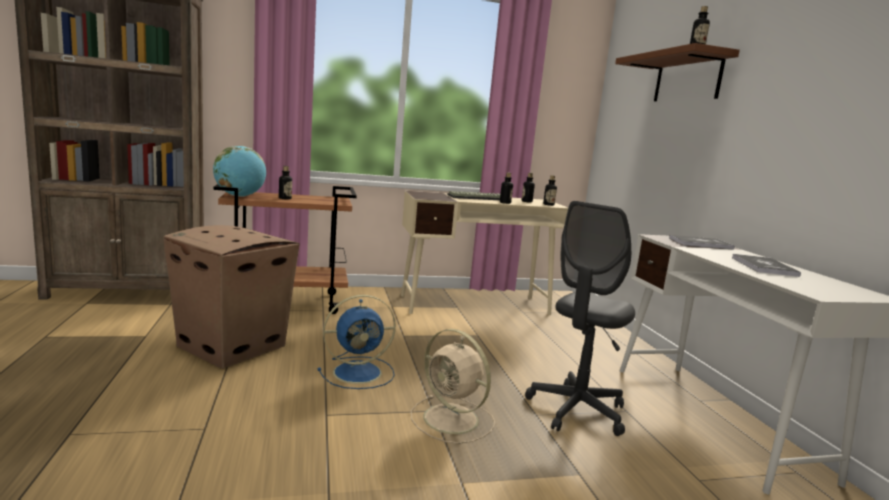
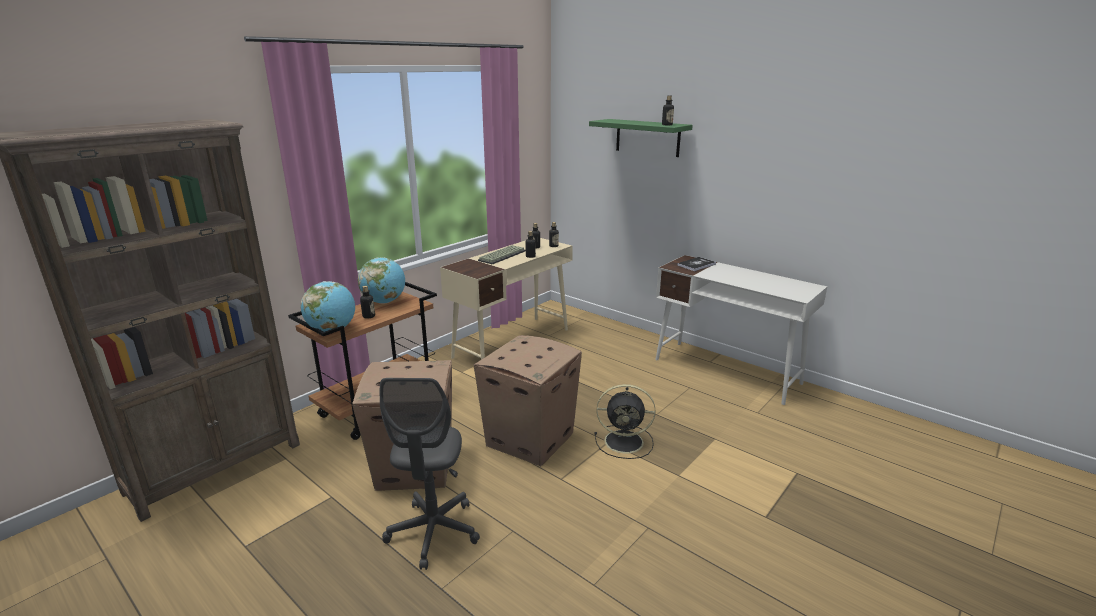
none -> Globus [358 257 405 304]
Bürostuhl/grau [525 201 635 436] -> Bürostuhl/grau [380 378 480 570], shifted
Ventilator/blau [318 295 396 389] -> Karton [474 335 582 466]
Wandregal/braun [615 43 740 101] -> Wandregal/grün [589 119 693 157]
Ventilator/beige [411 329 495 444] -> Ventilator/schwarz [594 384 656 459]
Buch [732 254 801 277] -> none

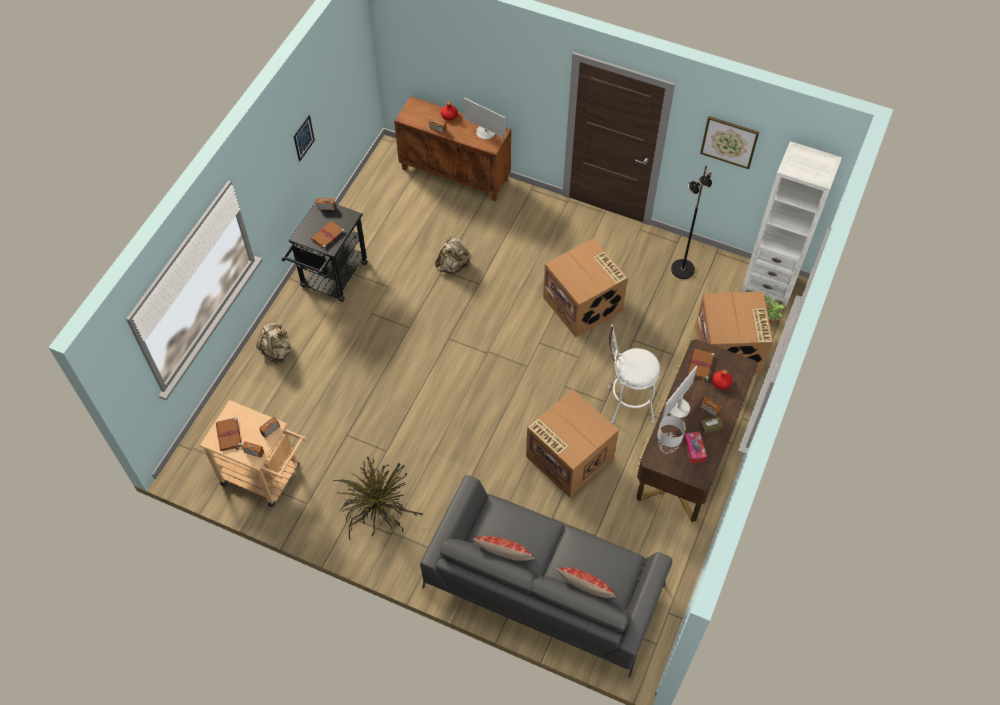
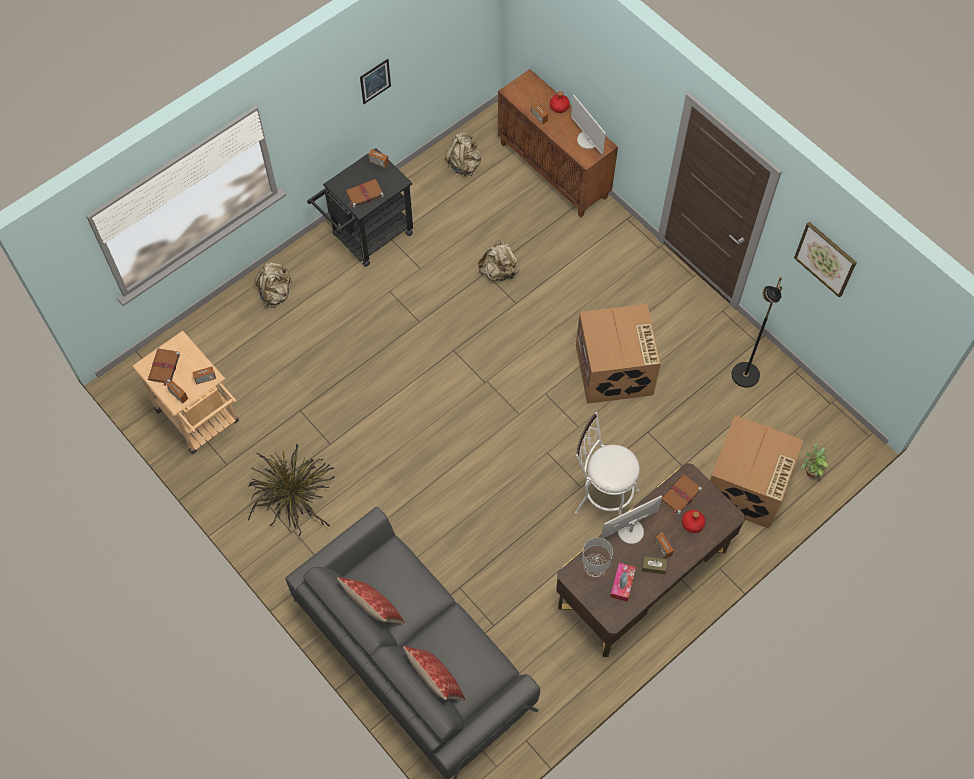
none -> Rucksack/beige [445 133 481 177]
Karton [526 389 619 498] -> none
Bücherregal/weiß [741 141 842 307] -> none

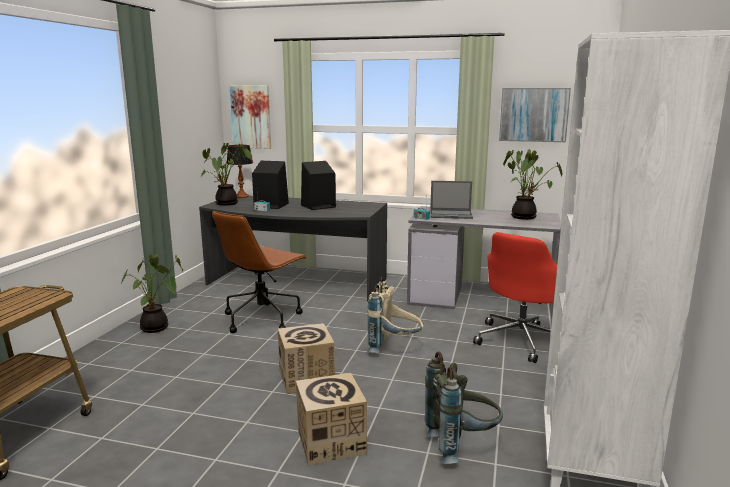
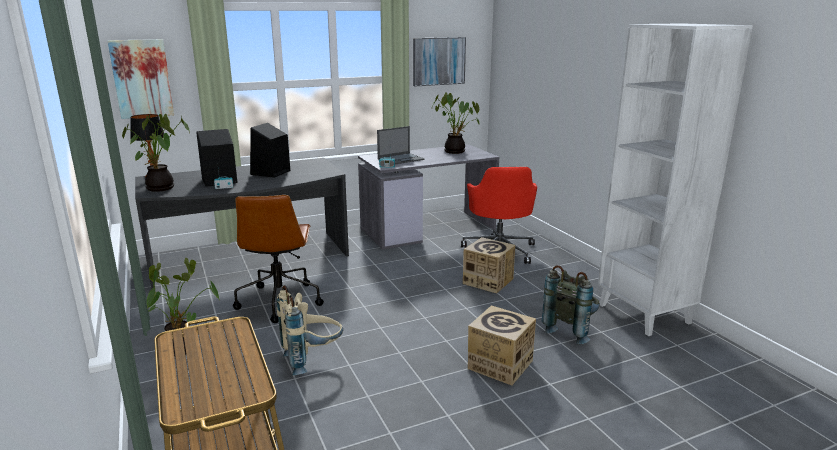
Rucksack/beige [367 277 424 353] -> Rucksack/beige [277 285 343 375], shifted
Karton [278 323 335 394] -> Karton [463 237 515 293], shifted

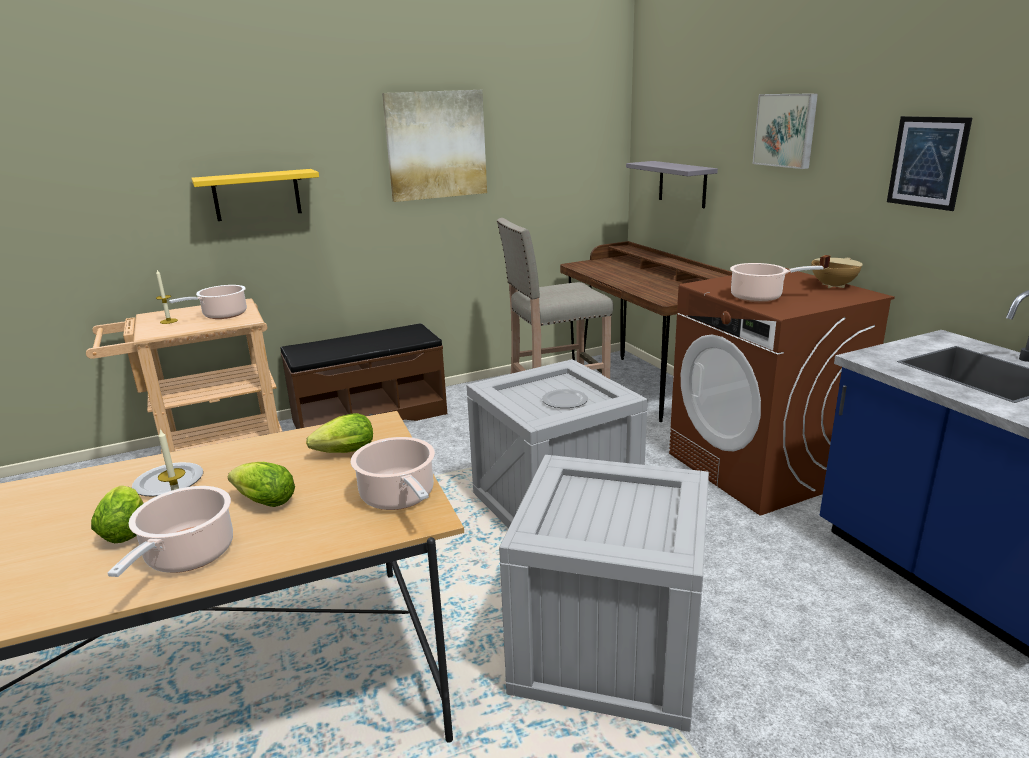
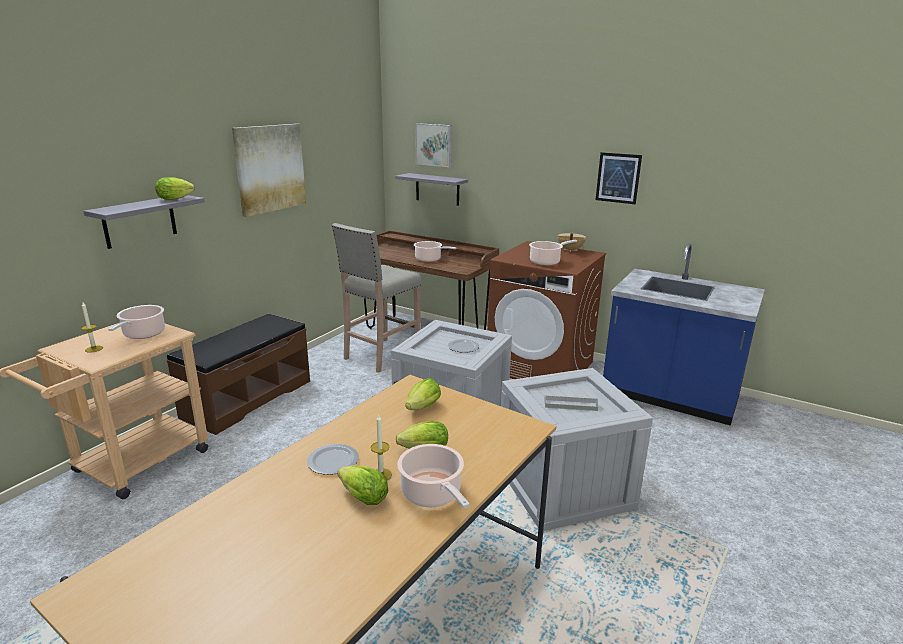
Wandregal/gelb [192 169 319 221] -> Wandregal/grau [83 195 205 249]
none -> Salatkopf [155 177 195 200]
Kochtopf [351 437 435 510] -> Kochtopf [414 241 456 262], shifted
Bild [752 93 818 169] -> Bild [415 123 452 167], shifted
none -> Tablett/grau [544 395 599 411]

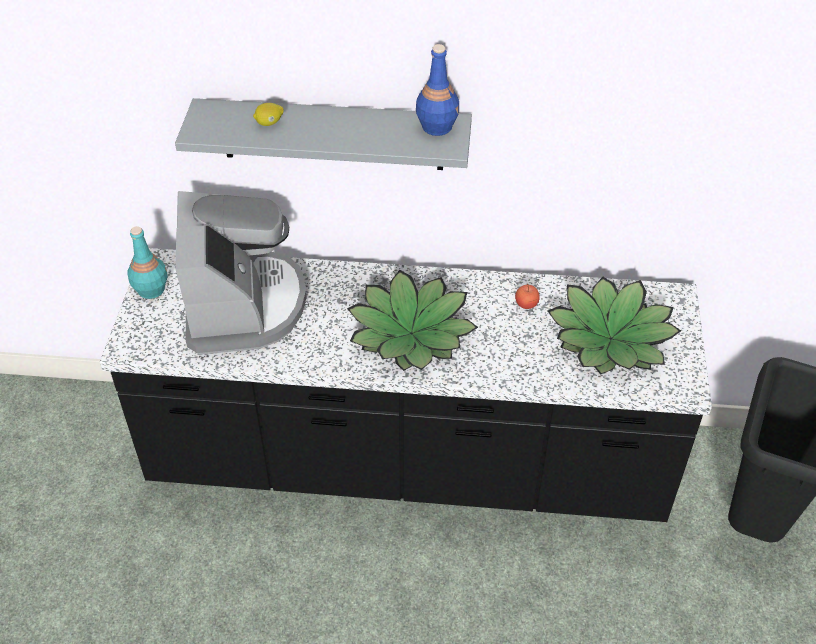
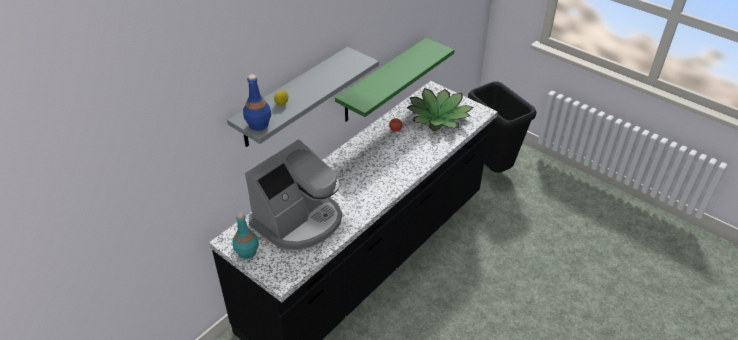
Flasche/blau [416 44 459 136] -> Flasche/blau [243 74 271 131], shifted
Kaffeemaschine [175 191 307 355] -> Kaffeemaschine [245 139 342 250], 105 degrees clockwise
none -> Wandregal/grün [335 38 454 122]
Topfpflanze [347 270 478 371] -> none

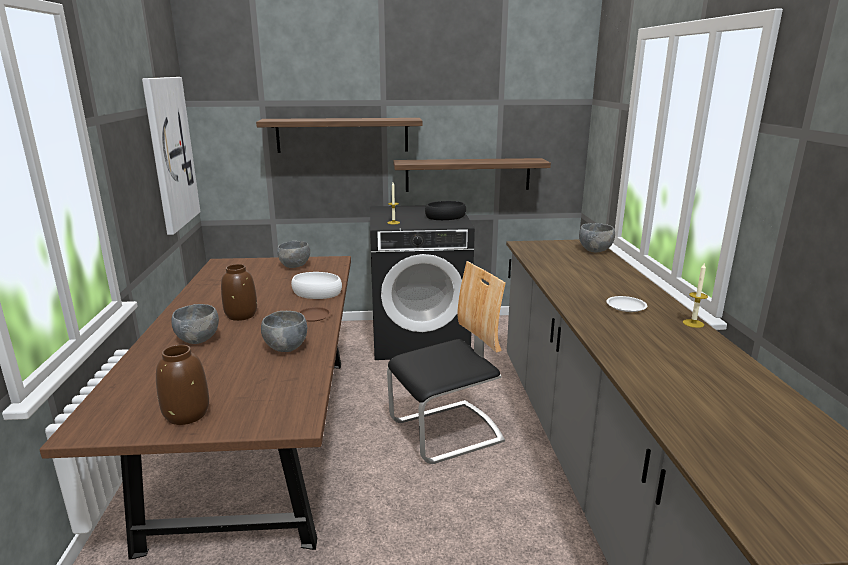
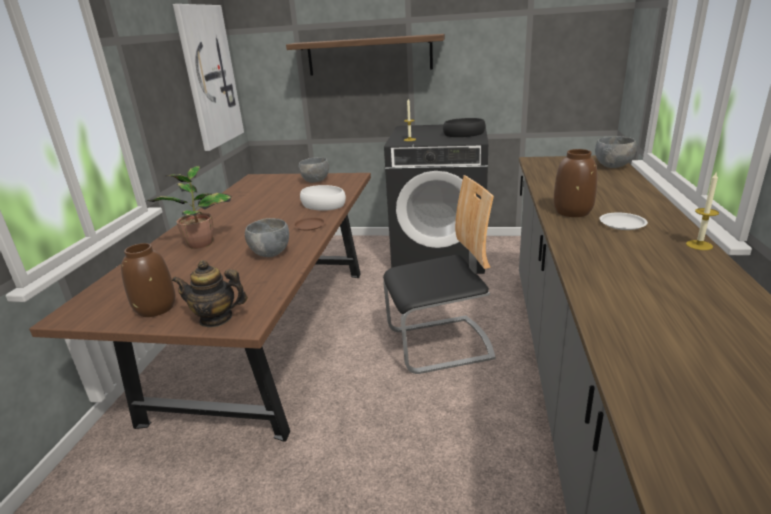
Schüssel/grau [171 304 219 344] -> Topfpflanze [147 166 232 249]
none -> Teekanne [172 260 248 328]
Vase/braun [221 264 257 321] -> Vase/braun [554 149 597 217], shifted
Wandregal [393 158 551 192] -> none

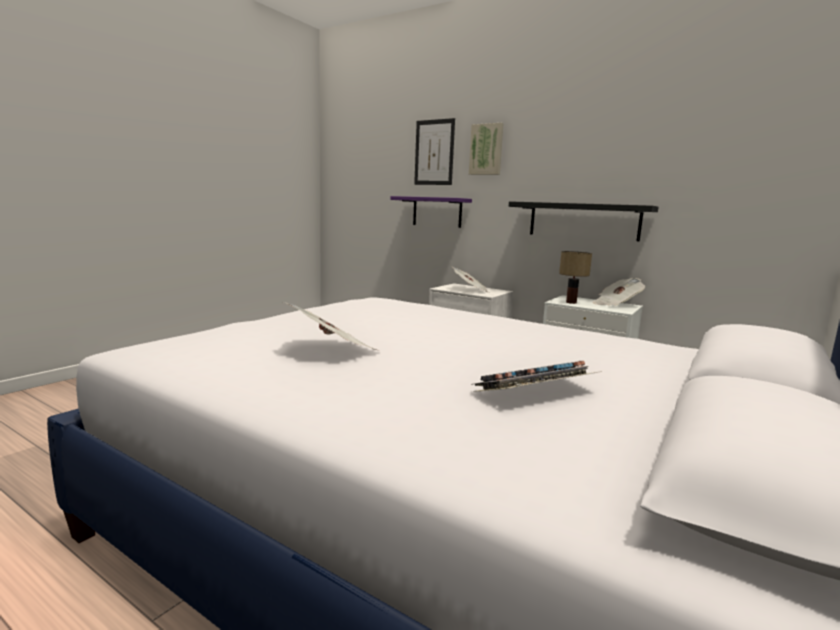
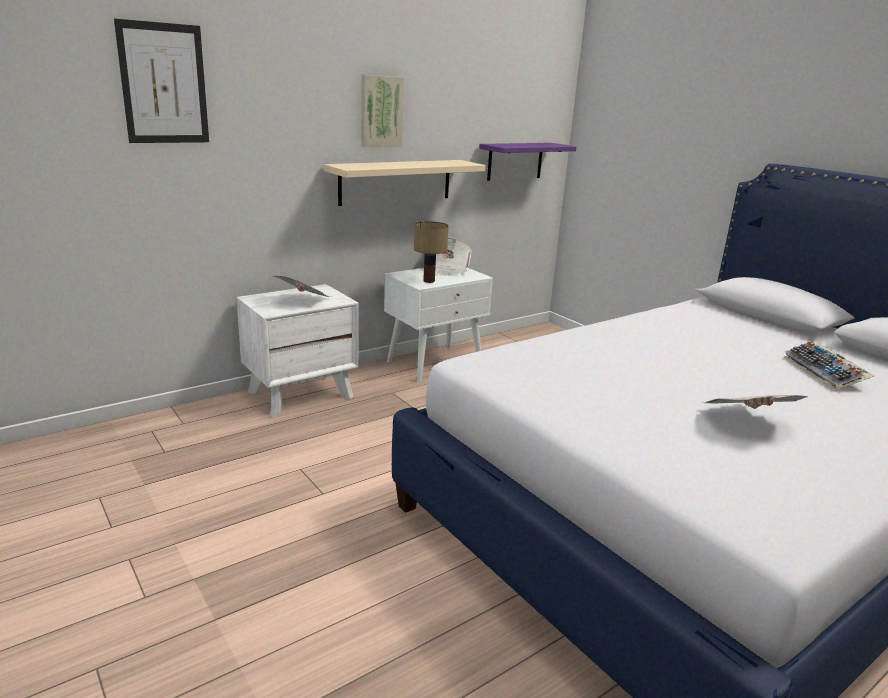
Wandregal/schwarz [509 201 659 241] -> Wandregal/beige [324 160 486 206]
Bild [469 123 504 175] -> Bild [361 75 404 147], shifted
Wandregal/lila [390 196 472 228] -> Wandregal/lila [479 143 576 181], shifted

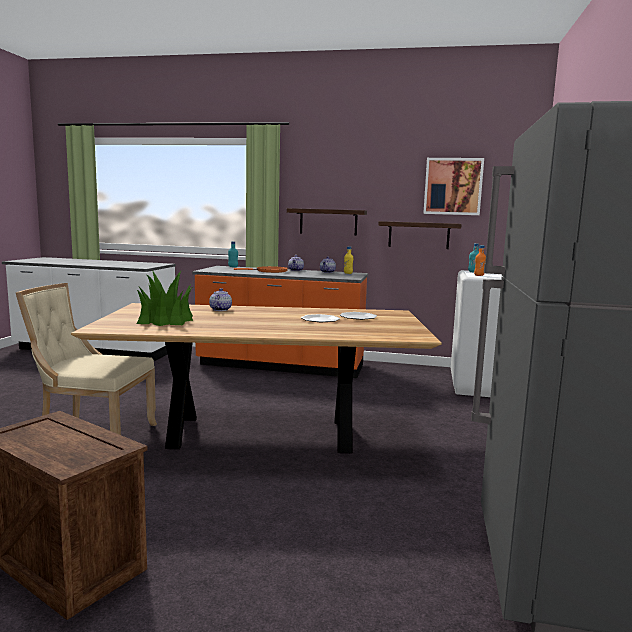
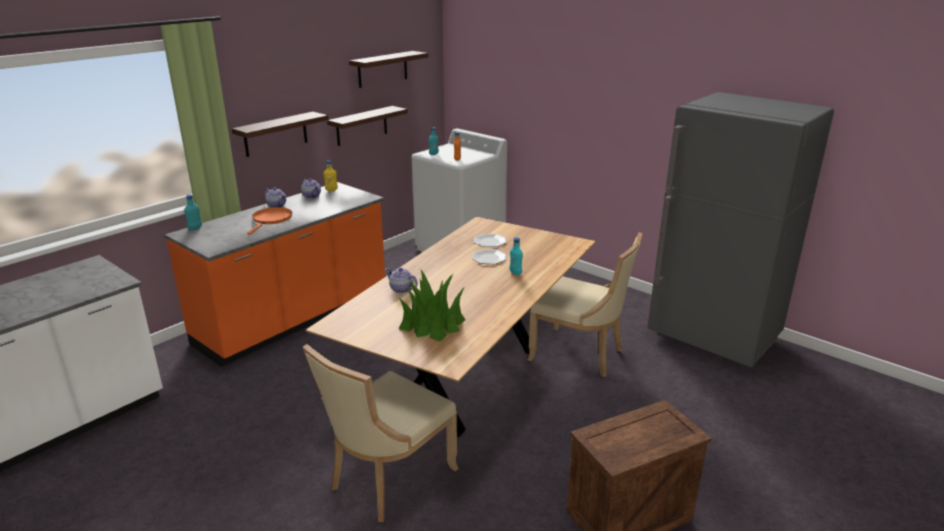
Bild [423 158 484 215] -> Wandregal [349 51 428 88]
none -> Flasche/türkis [510 237 523 275]
none -> Stuhl/beige [528 232 642 377]

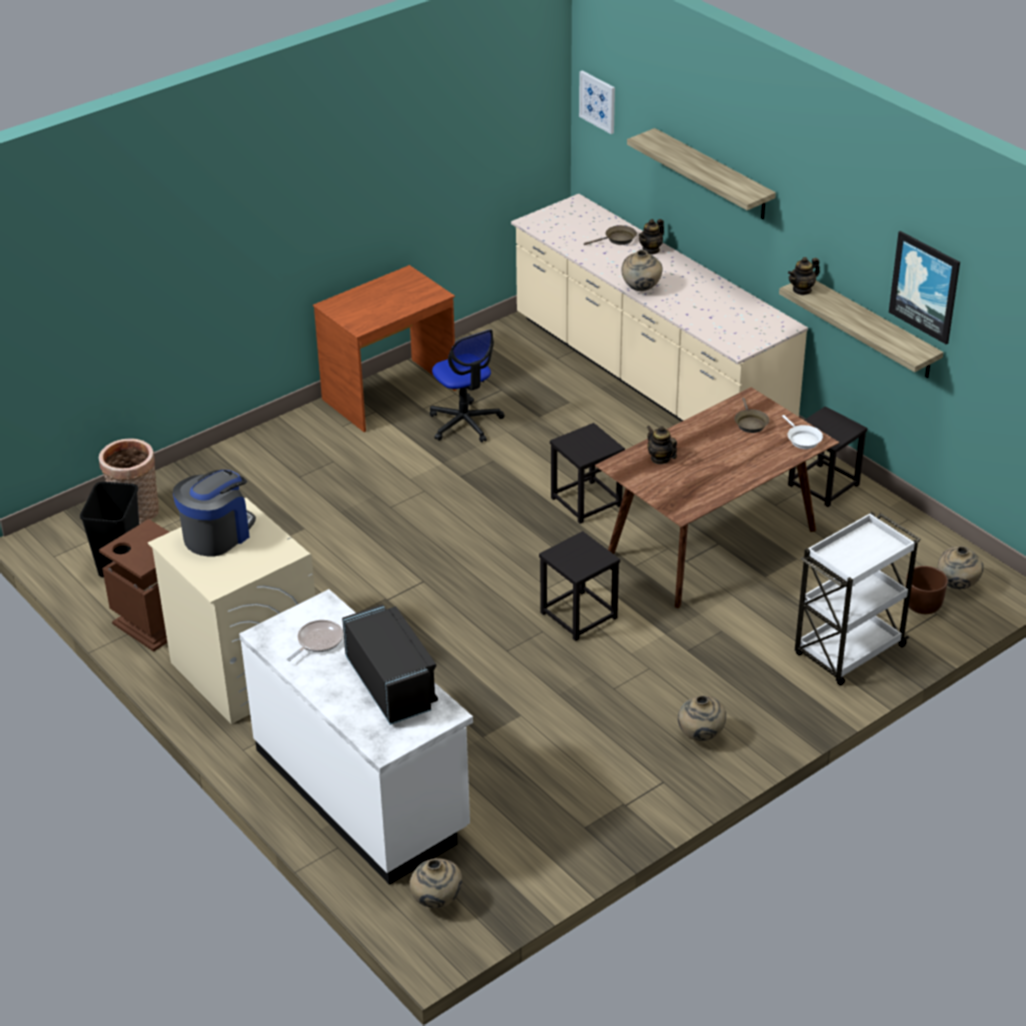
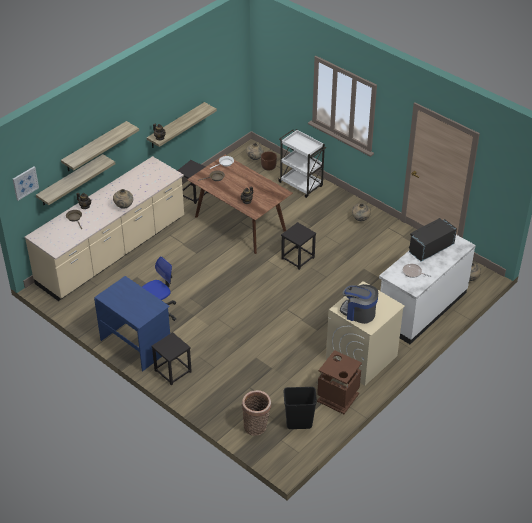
none -> Wandregal [36 154 115 205]
Schreibtisch/braun [313 265 457 432] -> Schreibtisch/blau [94 276 170 371]
Hocker/schwarz [550 423 625 524] -> Hocker/schwarz [151 332 192 386], shifted
Bild [889 231 960 345] -> none

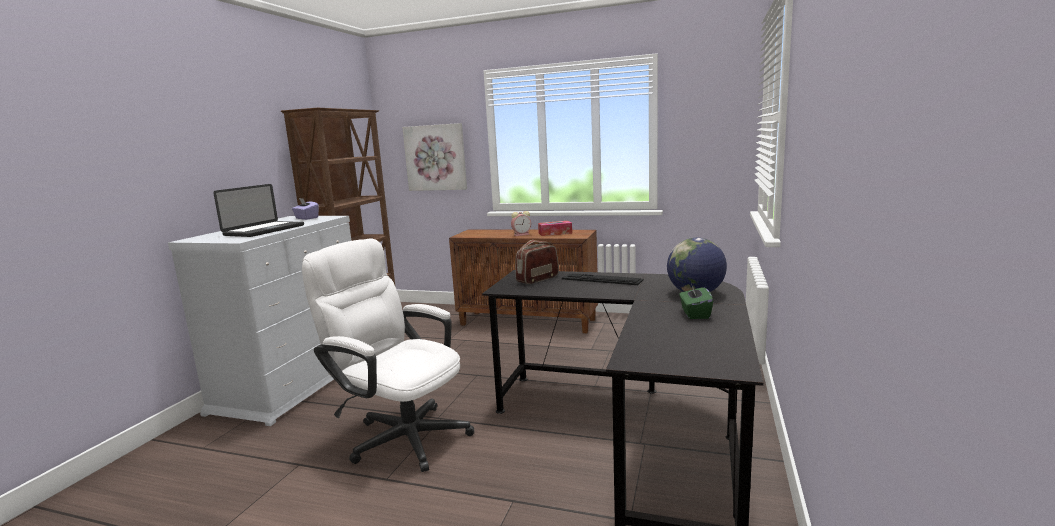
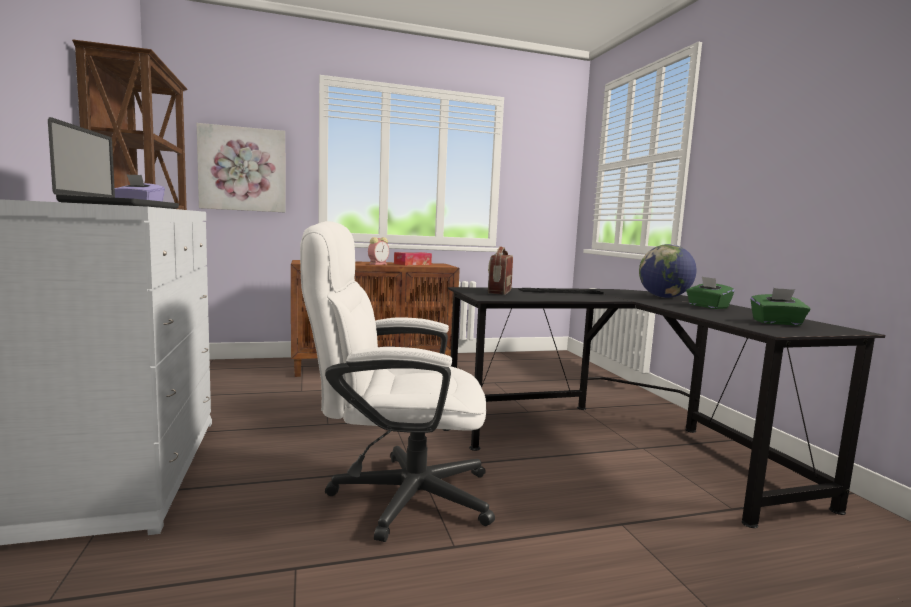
none -> Taschentuchbox/grün [751 288 810 326]

